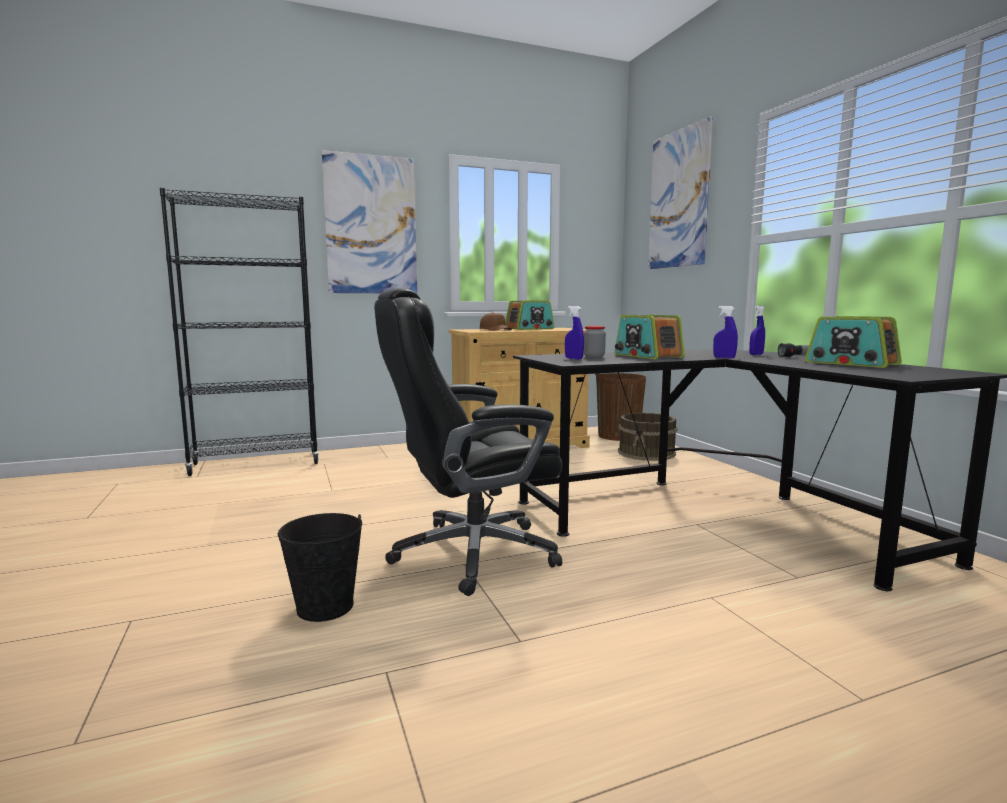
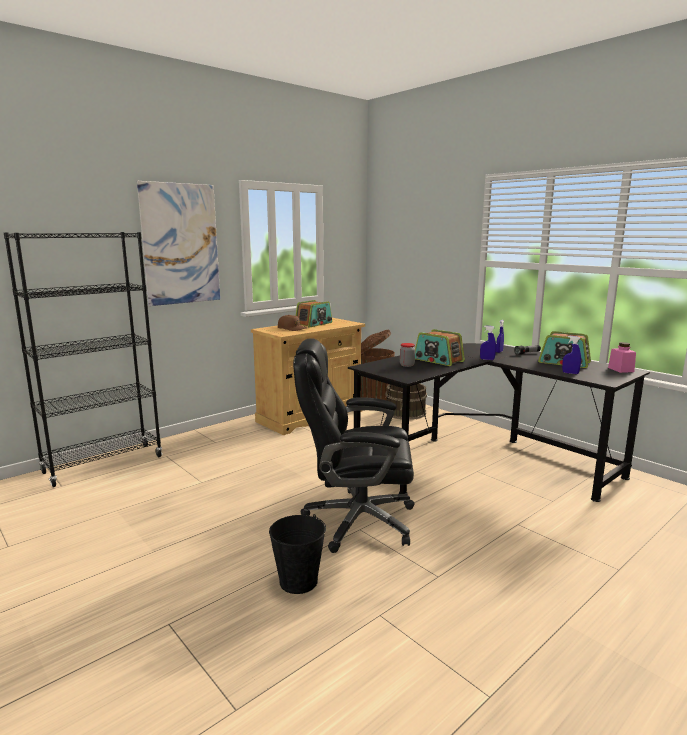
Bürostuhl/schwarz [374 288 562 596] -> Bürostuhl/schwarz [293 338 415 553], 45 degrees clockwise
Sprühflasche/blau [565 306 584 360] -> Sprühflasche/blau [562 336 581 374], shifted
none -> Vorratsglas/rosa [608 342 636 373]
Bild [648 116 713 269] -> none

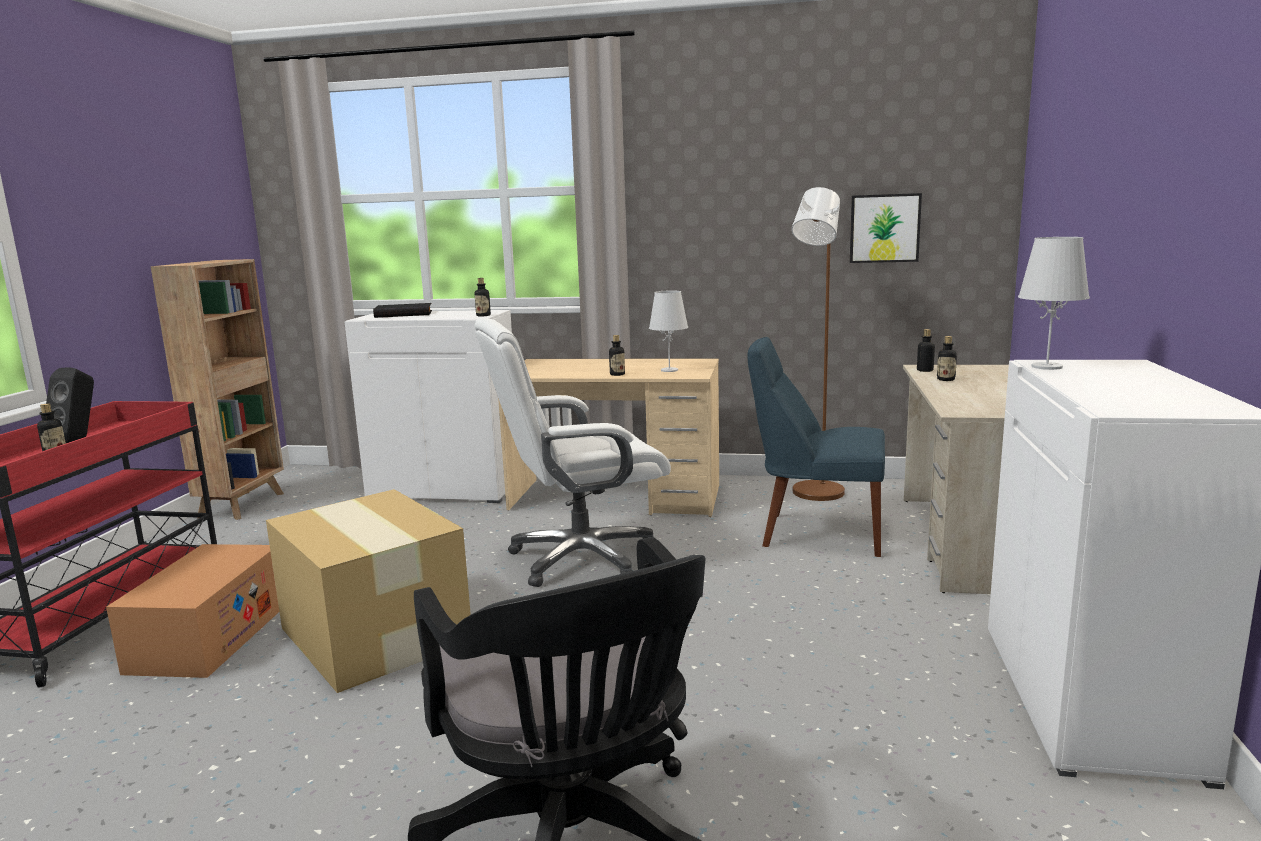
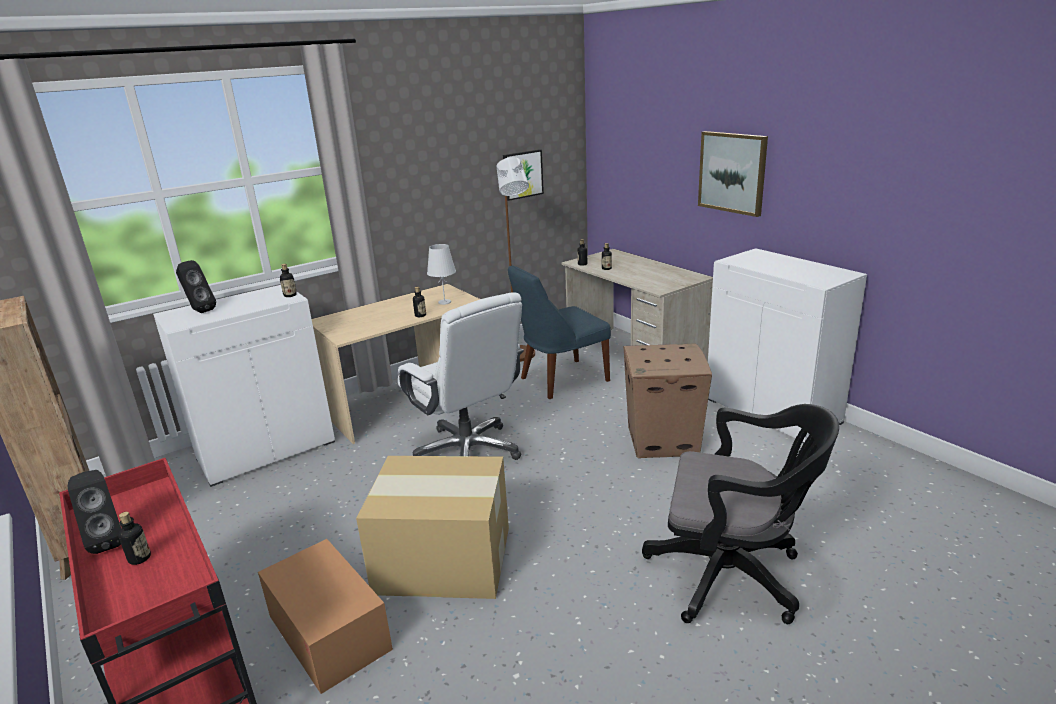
Buch/schwarz [373 303 432 318] -> Lautsprecher/schwarz [176 260 216 313]
Bürostuhl/weiß [474 317 671 587] -> Bürostuhl/weiß [398 292 524 460], 60 degrees counterclockwise
none -> Karton [623 344 712 458]
none -> Bild [698 131 768 217]
Tischlampe/weiß [1018 237 1090 370] -> none

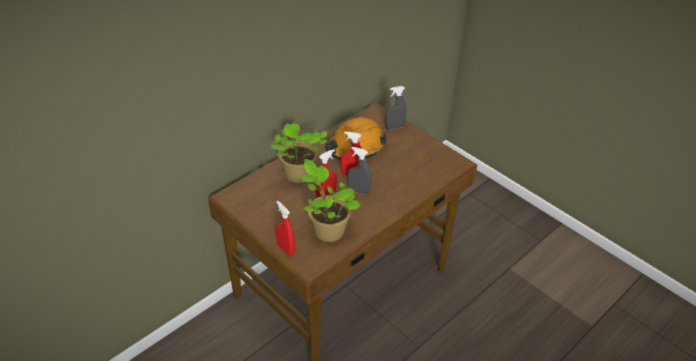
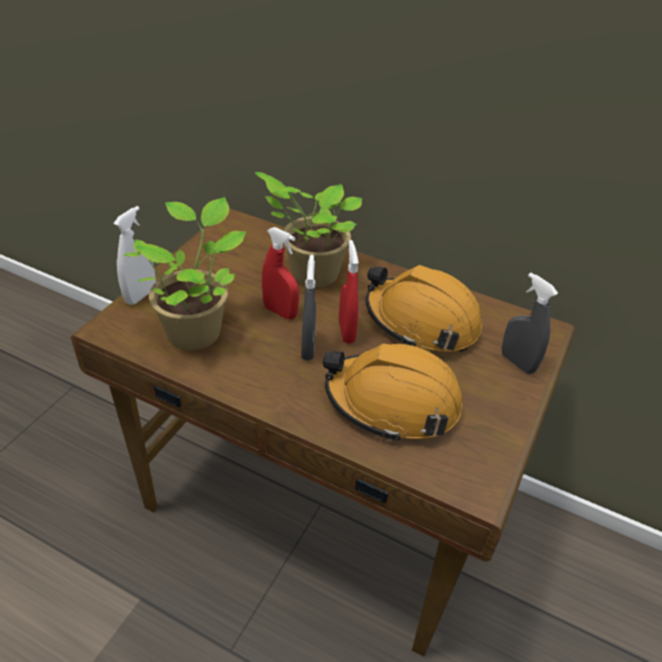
Sprühflasche/rot [275 201 295 256] -> Sprühflasche/weiß [113 206 156 305]
none -> Schutzhelm/orange [323 343 462 442]

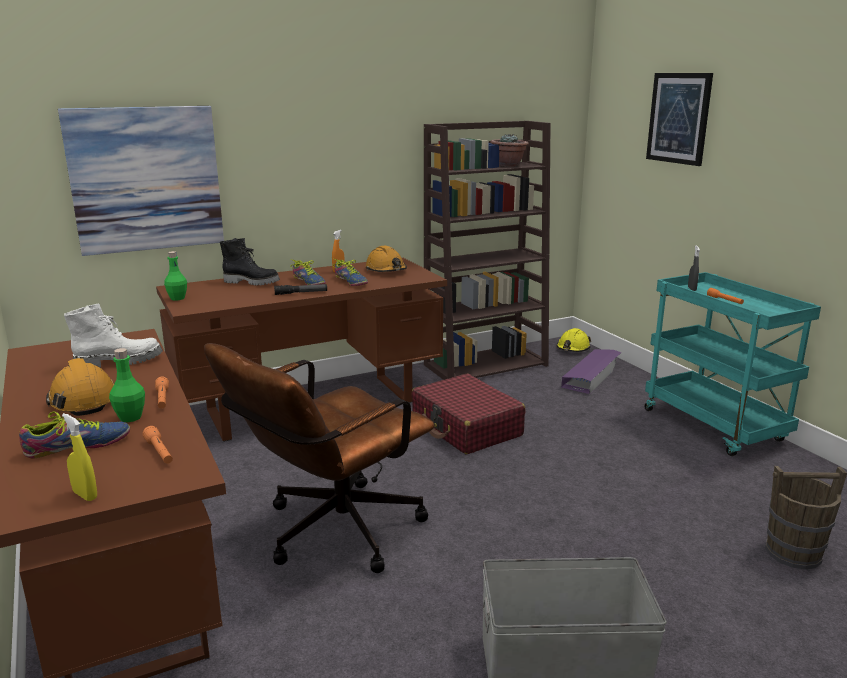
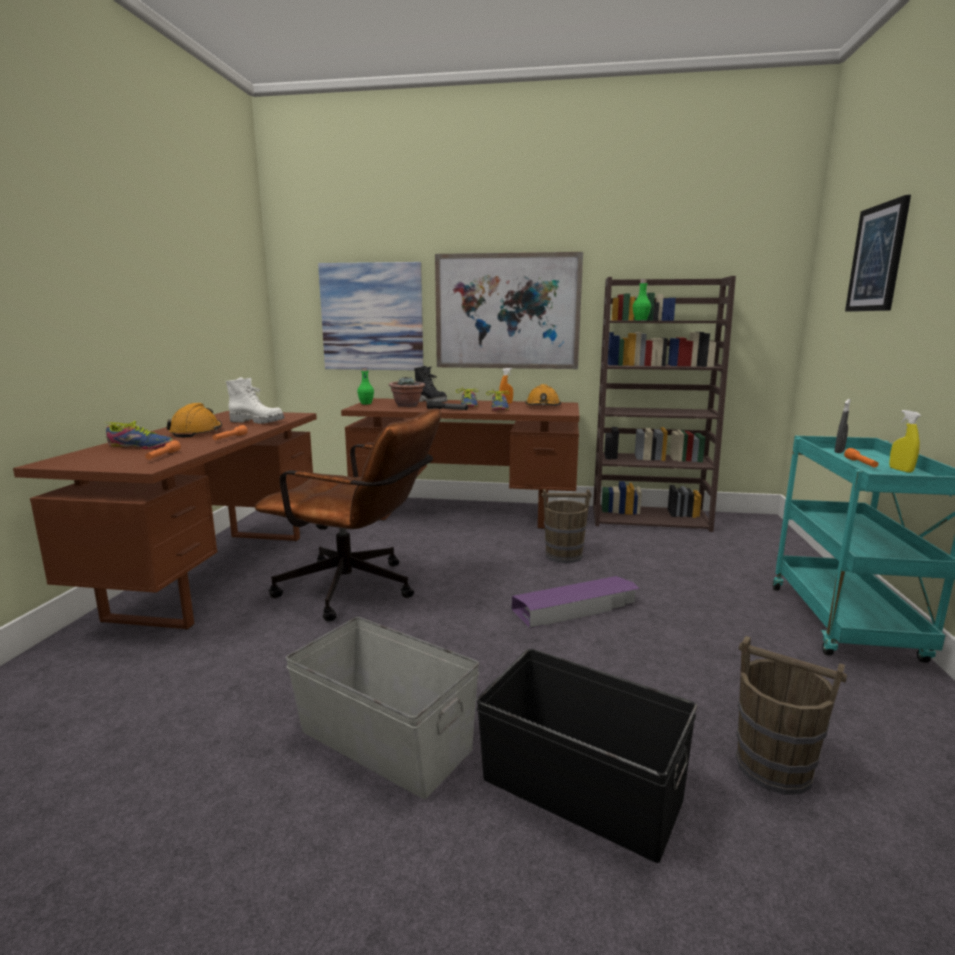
Bürostuhl/braun [204 343 434 573] -> Bürostuhl/braun [255 408 441 621], 150 degrees counterclockwise
Topfpflanze [490 134 529 167] -> Topfpflanze [389 377 425 407], shifted
none -> Bild [435 252 583 369]
none -> Aufbewahrungsbox/schwarz [476 649 698 863]
Aufbewahrungsbox/lila [561 349 621 394] -> Aufbewahrungsbox/lila [512 576 640 628], shifted
Koffer/rot [411 374 525 454] -> Eimer/braun [542 489 592 563]
Flasche/grün [109 348 145 422] -> Flasche/grün [633 279 651 320], shifted
Sprühflasche/gelb [62 413 97 501] -> Sprühflasche/gelb [889 410 921 473], shifted
Schutzhelm/gelb [557 328 591 352] -> none

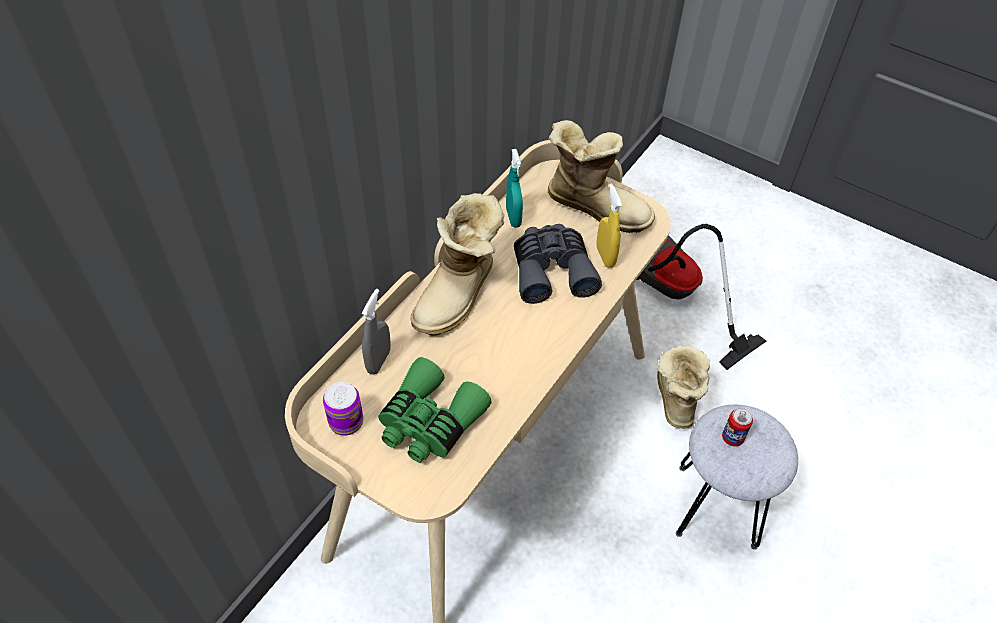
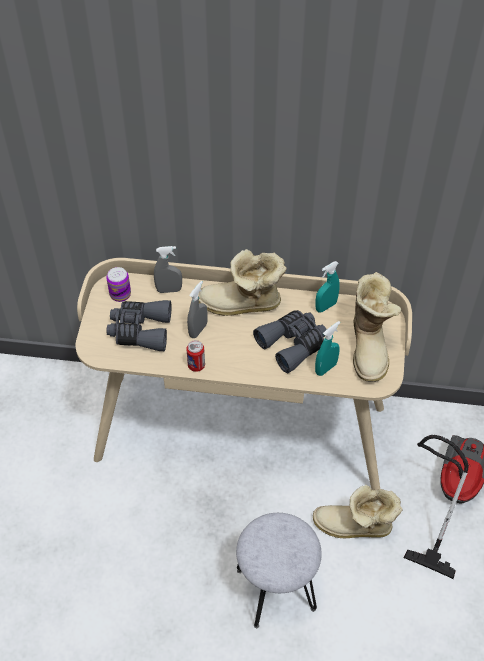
Fernglas/grün [378 357 492 463] -> Fernglas/grau [107 300 171 351]
Dose [722 408 753 447] -> Dose [186 340 205 372], shifted
none -> Sprühflasche/grau [187 281 208 338]
Stiefel [657 346 710 429] -> Stiefel [313 485 403 538], 150 degrees counterclockwise
Sprühflasche/gelb [596 183 622 268] -> Sprühflasche/türkis [315 321 340 376]

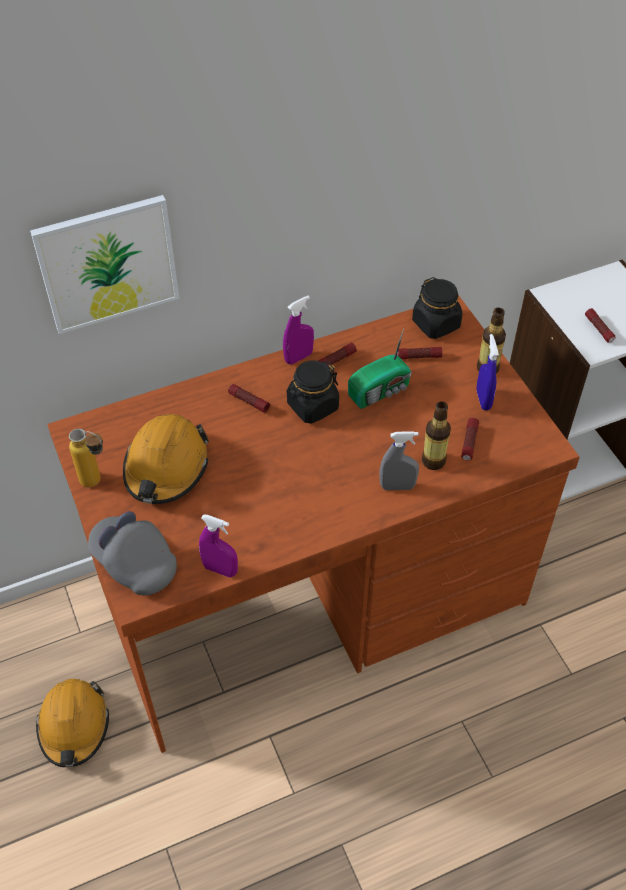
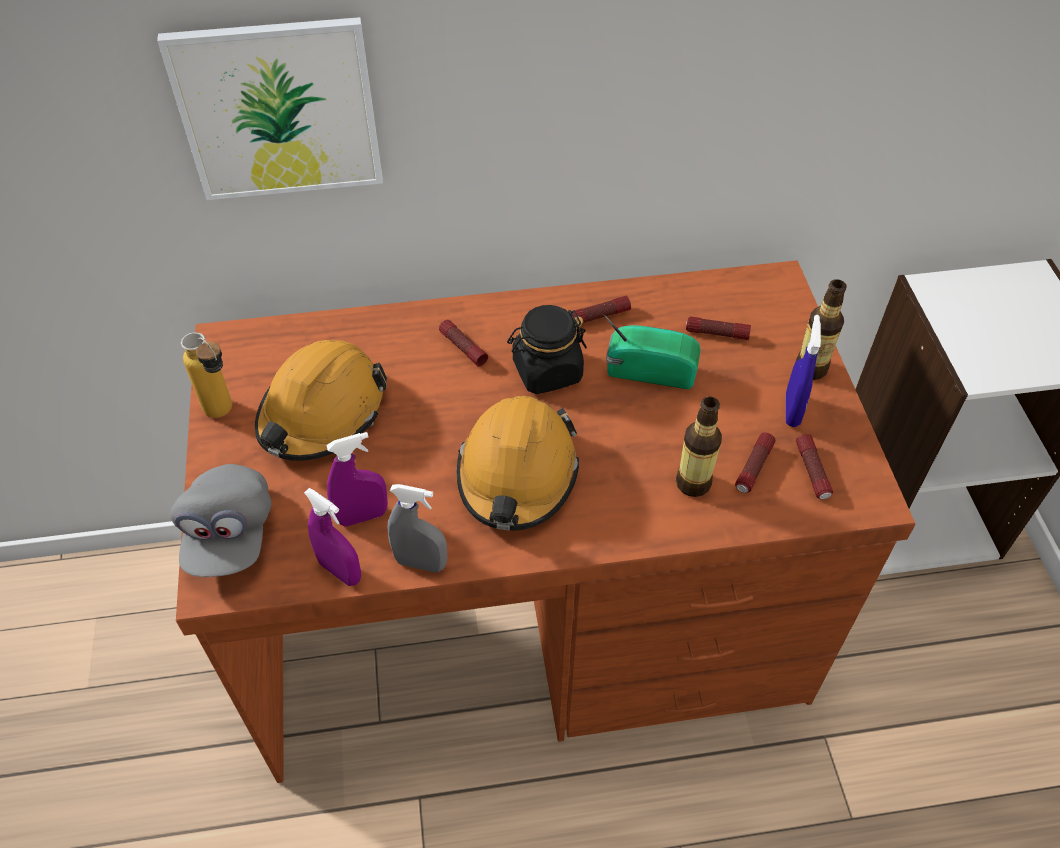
Kappe/grau [88 511 177 595] -> Kappe/grau [170 464 272 577], 150 degrees counterclockwise
Sprühflasche/lila [283 295 314 364] -> Sprühflasche/lila [326 432 388 527], shifted
Sprühflasche/grau [379 431 419 490] -> Sprühflasche/grau [387 484 447 572], shifted
Schutzhelm/orange [36 679 109 768] -> Schutzhelm/orange [456 396 579 531], shifted
Radio [348 328 411 409] -> Radio [604 315 701 389], 150 degrees counterclockwise
Taschenlampe [585 308 615 343] -> Taschenlampe [796 434 833 500], shifted
Vorratsglas/schwarz [412 277 462 339] -> none

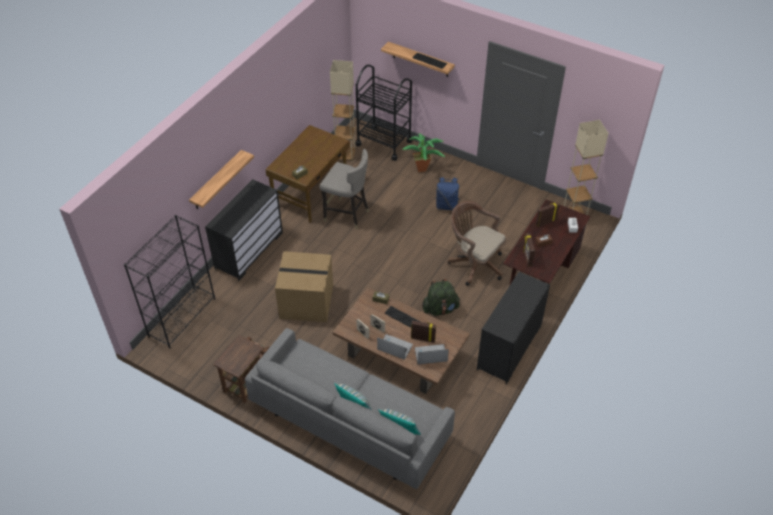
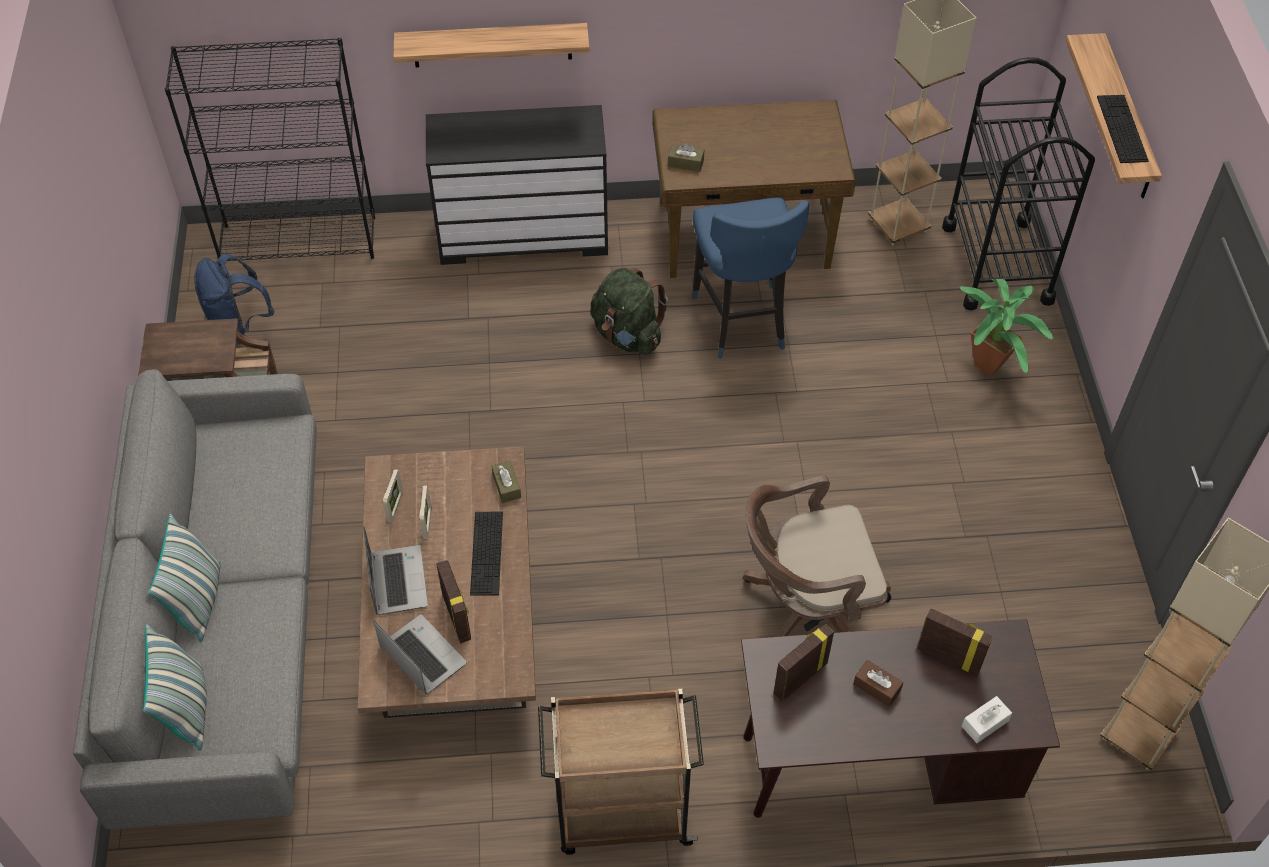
Rucksack/blau [435 177 460 210] -> Rucksack/blau [194 254 274 345], shifted
Kommode/schwarz [477 272 550 384] -> Rollwagen/braun [538 689 704 855]
Rucksack/grün [422 279 460 316] -> Rucksack/grün [591 268 668 355], shifted
Hocker/grau [320 149 369 229] -> Hocker/blau [692 197 809 359]
Bürostuhl/braun [448 201 506 286] -> Bürostuhl/braun [743 475 891 637], 105 degrees counterclockwise
Karton [275 251 333 322] -> none

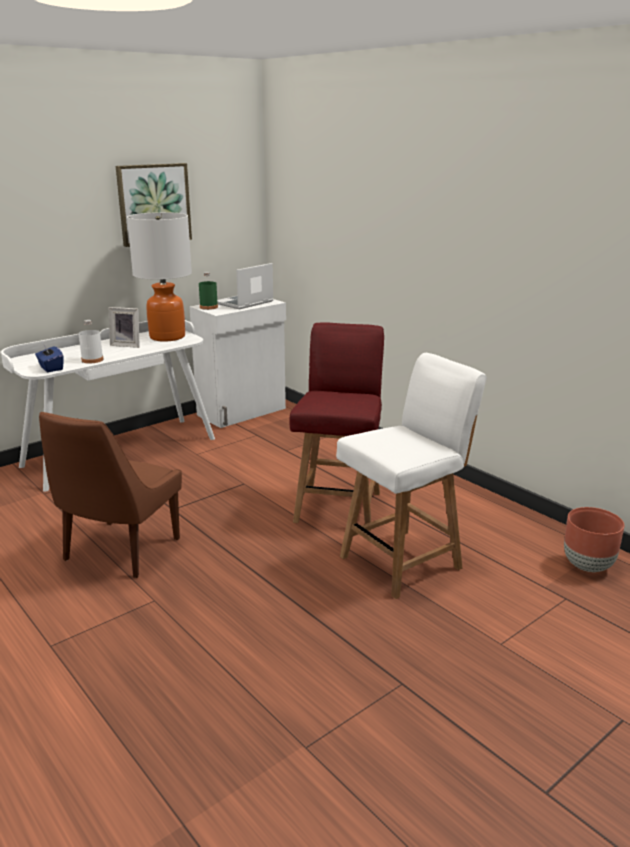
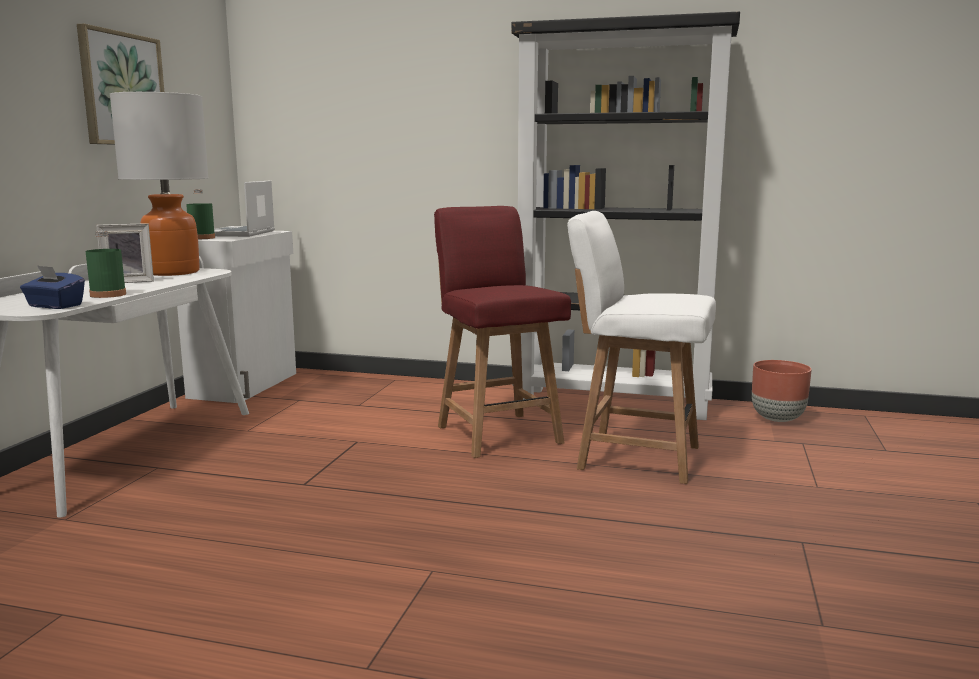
Flasche/weiß [79 320 104 363] -> Flasche/grün [85 231 126 298]
none -> Bücherregal/schwarz [512 11 740 420]
Stuhl/weiß [336 353 487 599] -> Stuhl/weiß [567 211 716 484], 90 degrees counterclockwise
Stuhl/braun [39 412 182 578] -> none

